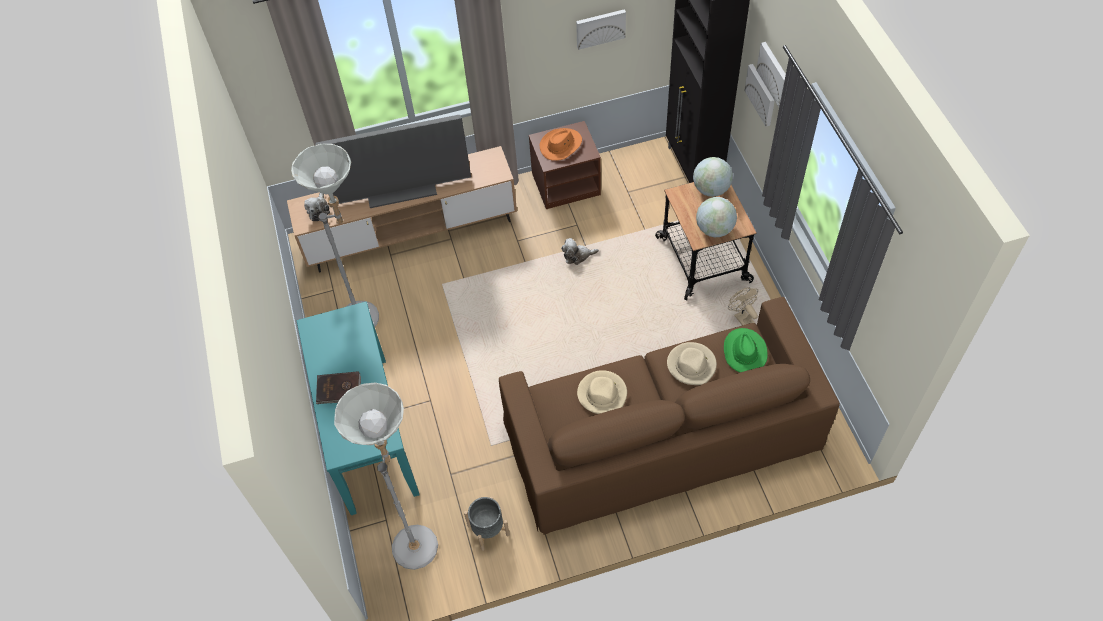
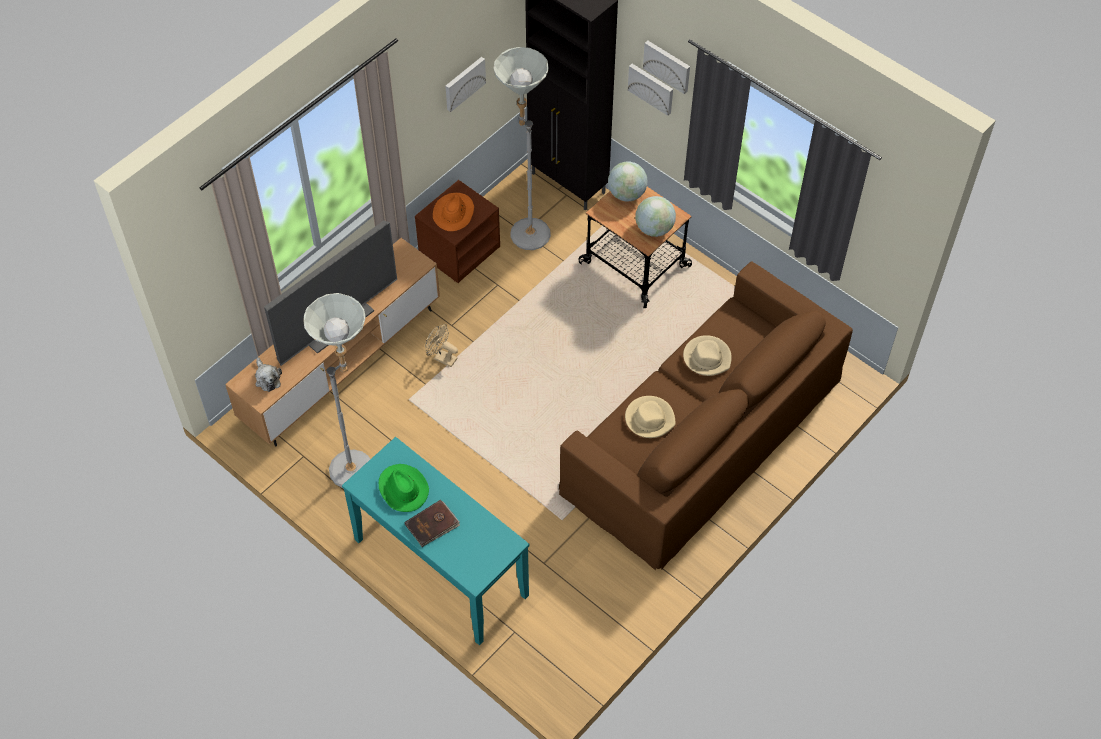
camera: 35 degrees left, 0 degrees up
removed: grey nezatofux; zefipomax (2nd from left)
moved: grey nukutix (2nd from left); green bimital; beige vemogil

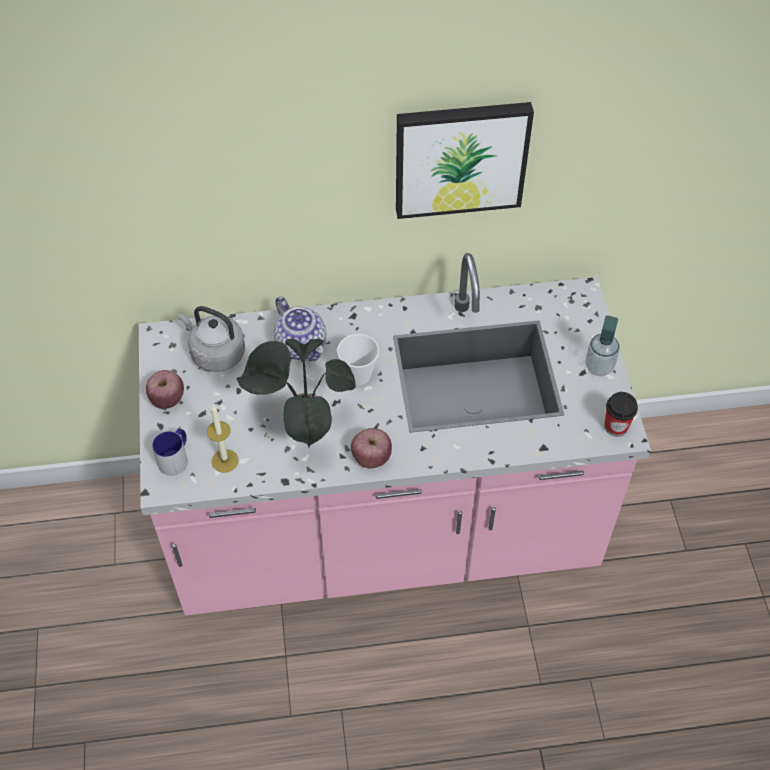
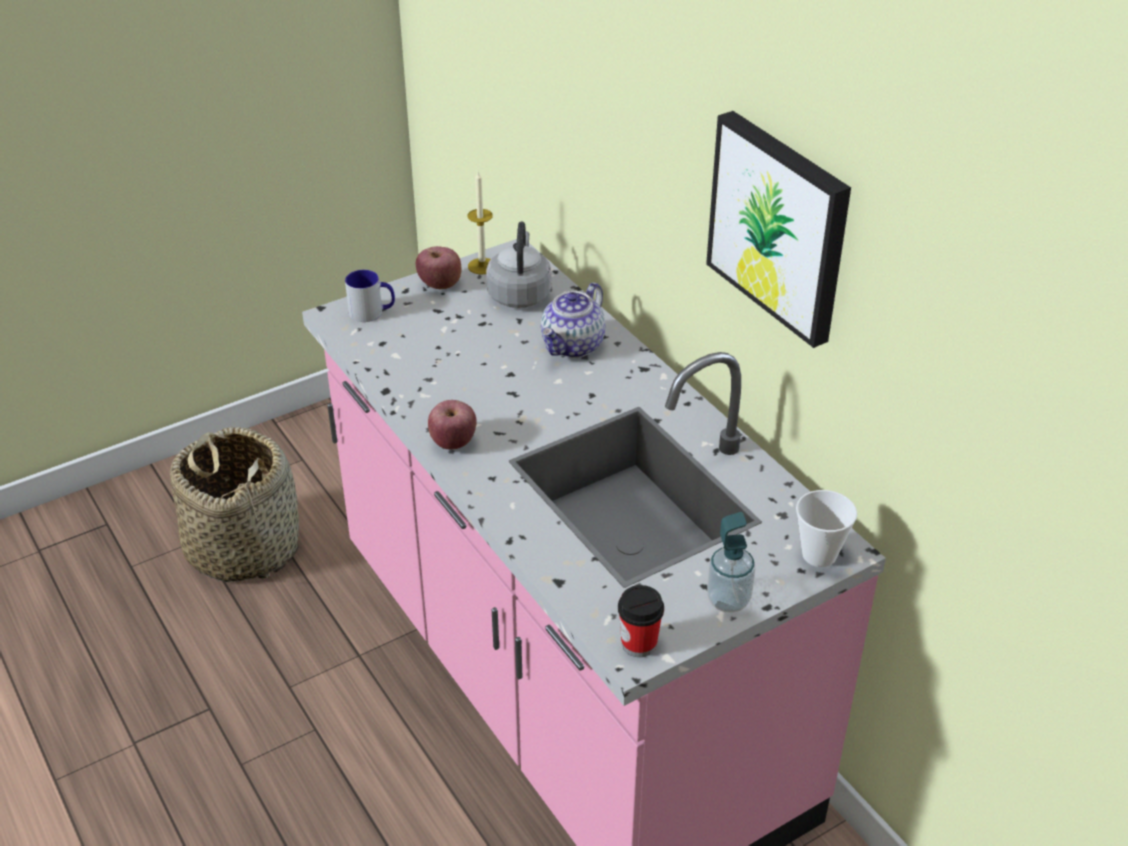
camera: 65 degrees right, 15 degrees down
removed: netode
added: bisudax
moved: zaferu; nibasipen (1st from left in the first image) to nibasipen (2nd from left)

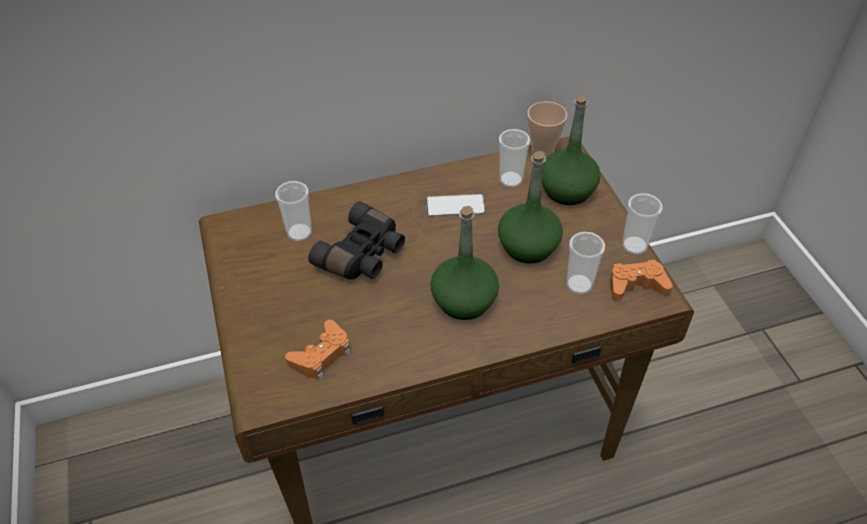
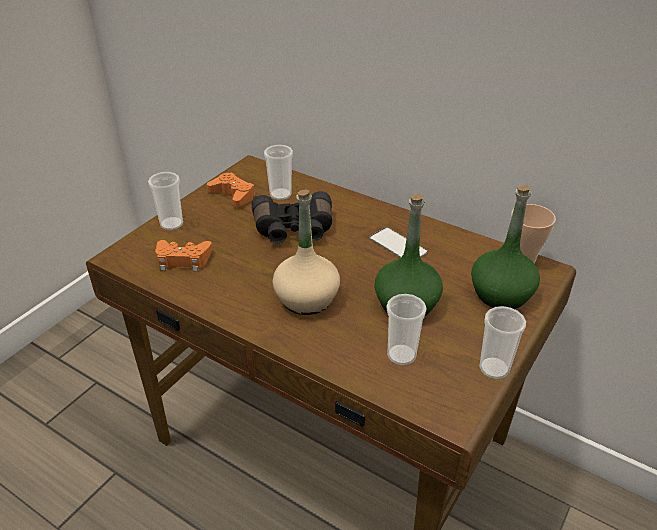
camera: 50 degrees right, 10 degrees down
moved: nibasipen (2nd from left in the first image) to nibasipen (1st from left); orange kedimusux (2nd from left)
recoloured: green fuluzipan (1st from left) to beige fuluzipan

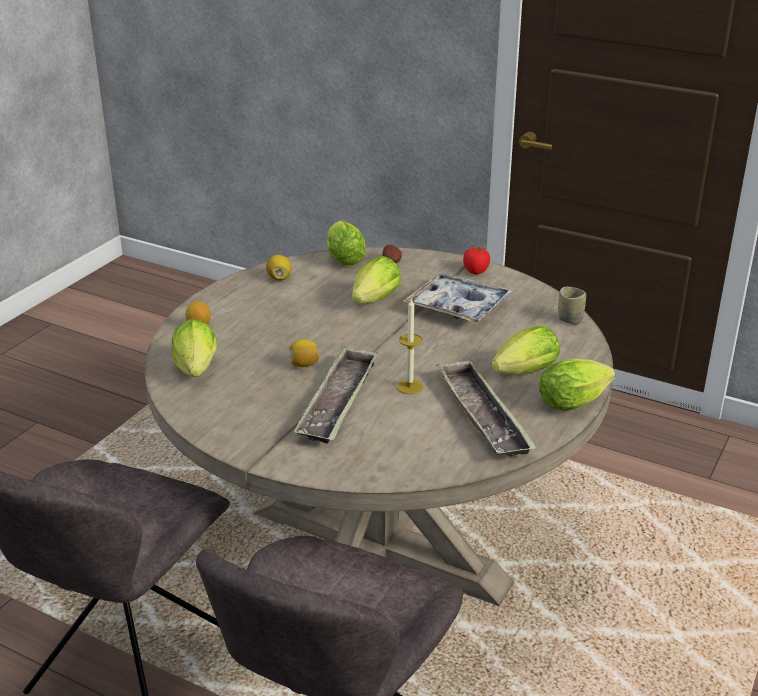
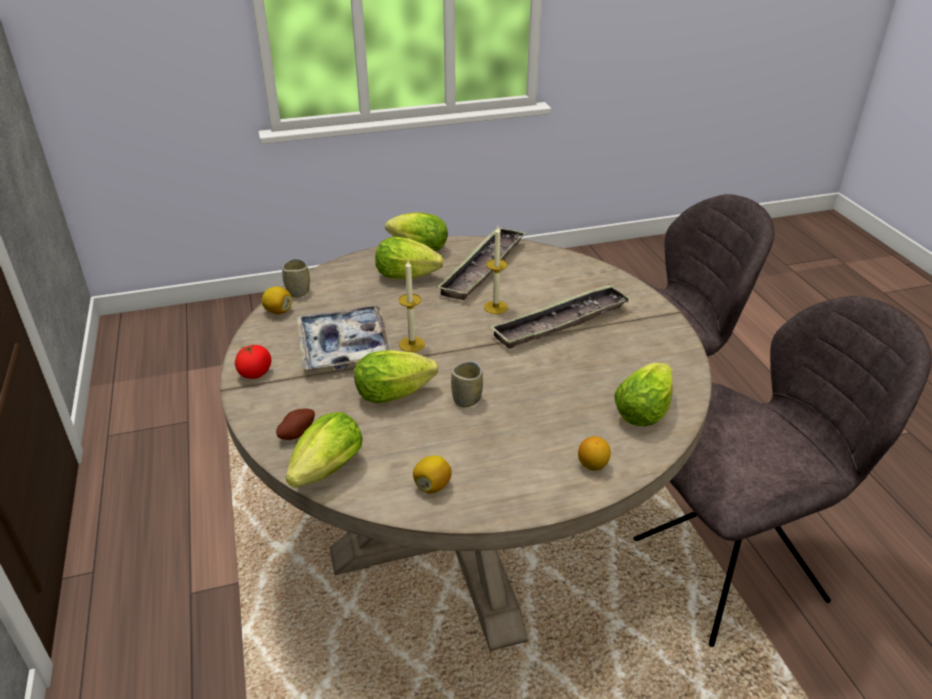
camera: 135 degrees left, 5 degrees up
added: zaferu (1st from left); nibasipen (2nd from left)
moved: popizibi (3rd from left in the first image) to popizibi (1st from left)

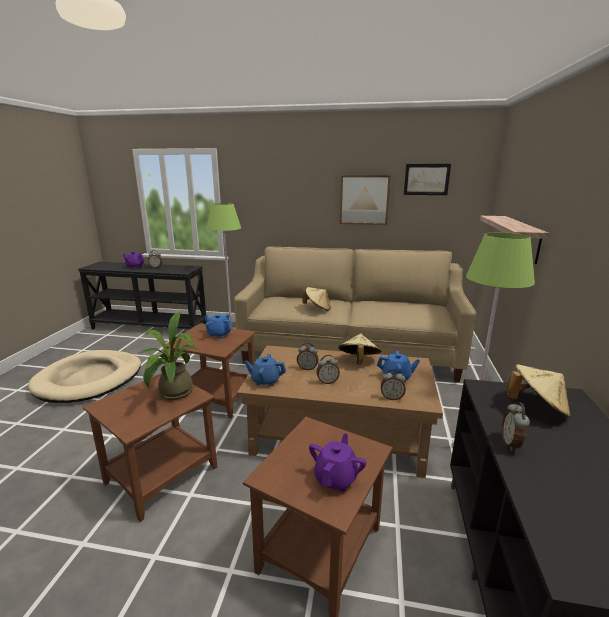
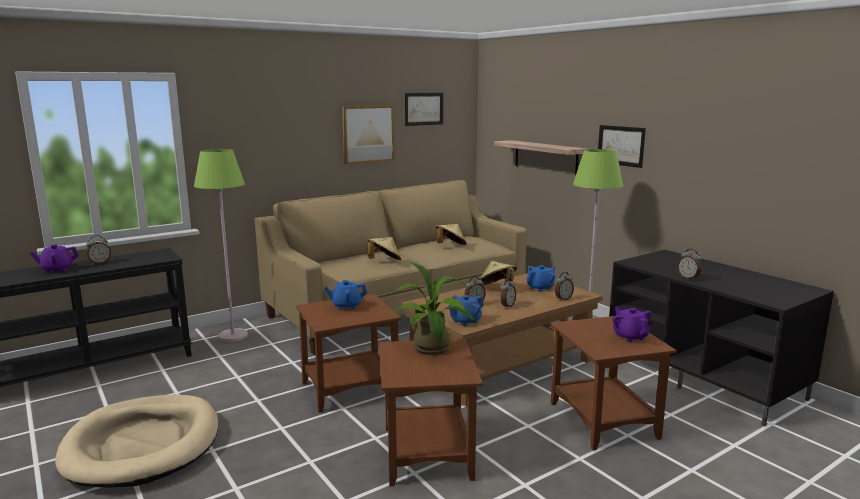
camera: 45 degrees left, 5 degrees down
added: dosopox (3rd from left)
moved: beige bimital (3rd from left in the first image) to beige bimital (2nd from left)

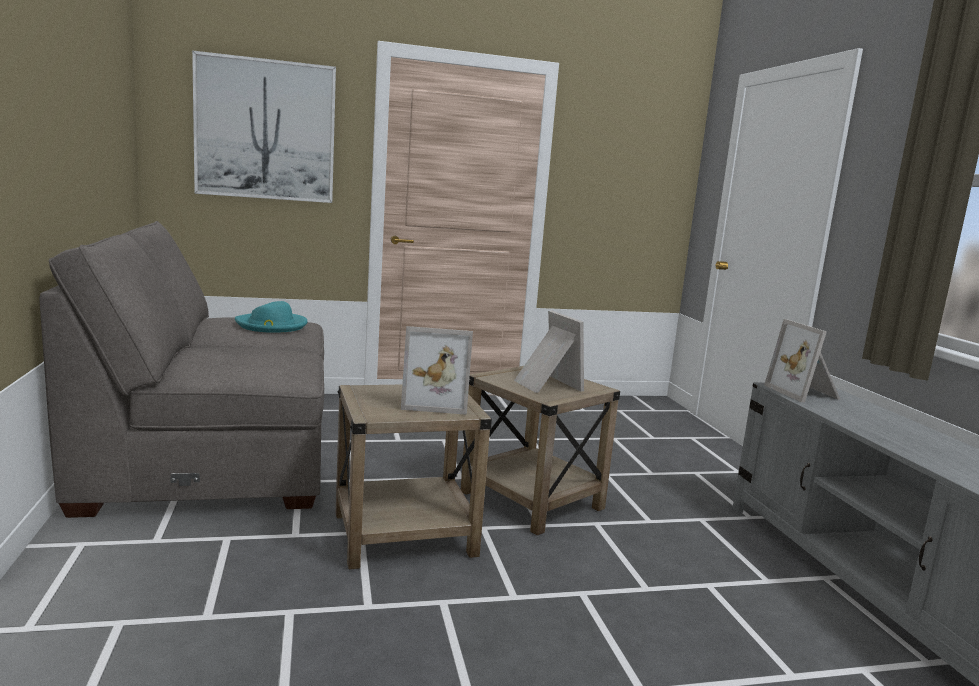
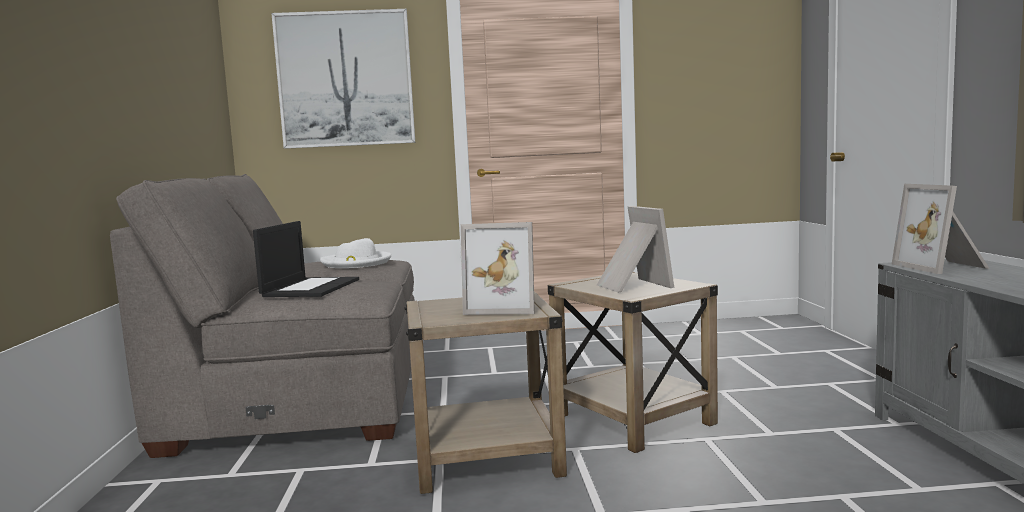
camera: 10 degrees right, 5 degrees down
added: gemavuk
recoloured: turquoise bimital to white bimital

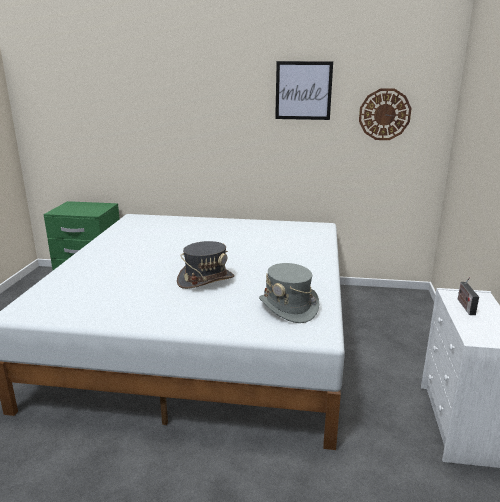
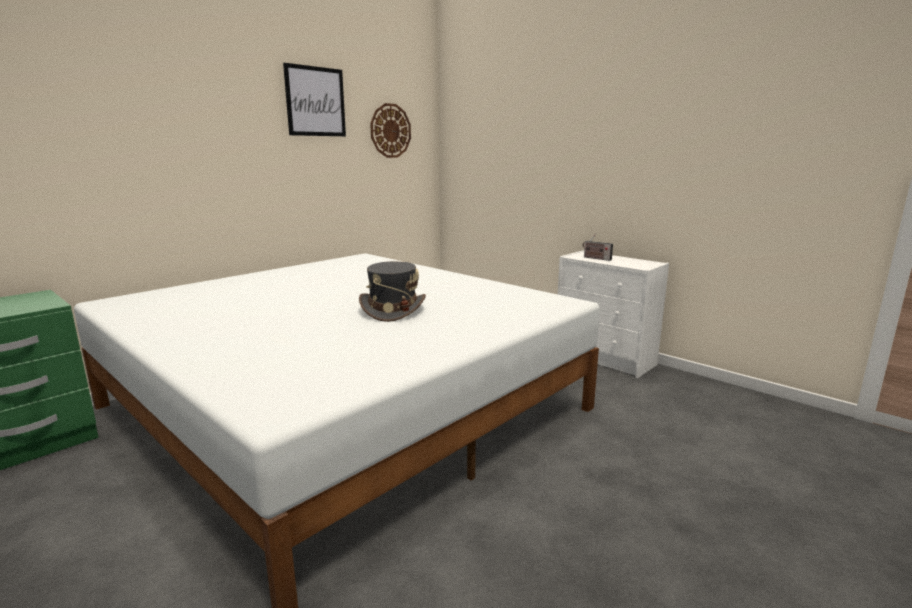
camera: 55 degrees left, 5 degrees down
removed: grey bimital (2nd from left)

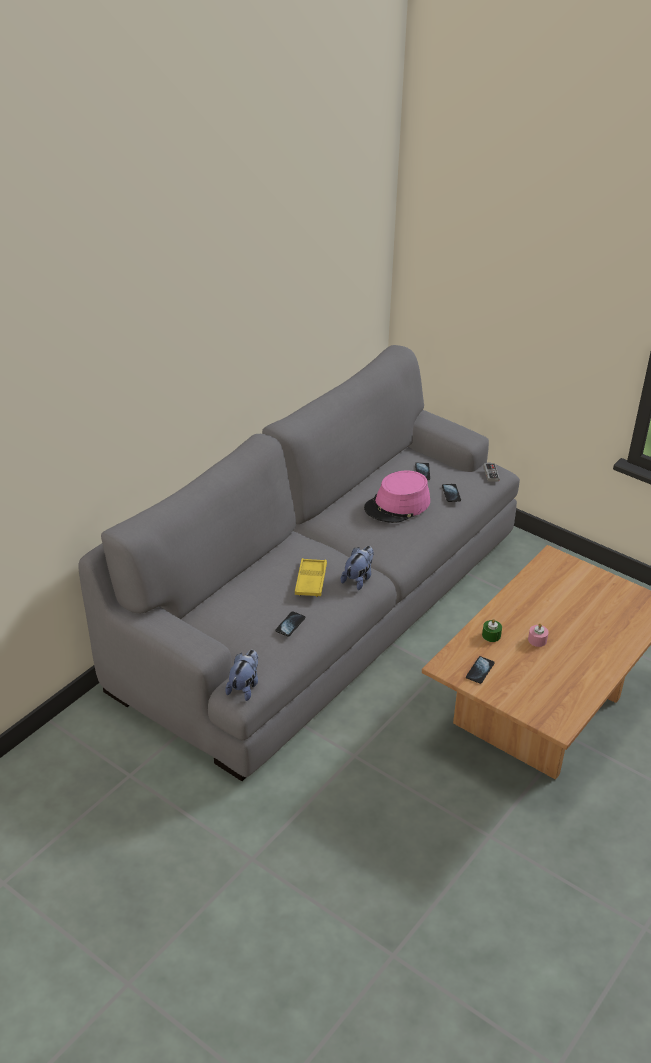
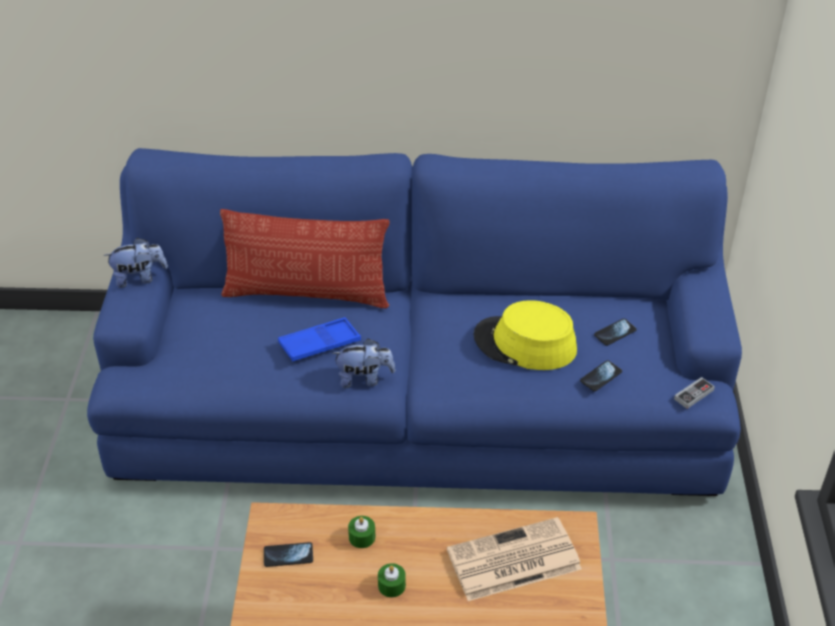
camera: 55 degrees right, 5 degrees up
removed: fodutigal (1st from left)
added: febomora; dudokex
moved: zefipomax (1st from left)
recoloured: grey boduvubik to blue boduvubik; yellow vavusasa to blue vavusasa; pink bimital to yellow bimital; pink zaferu to green zaferu (2nd from left)

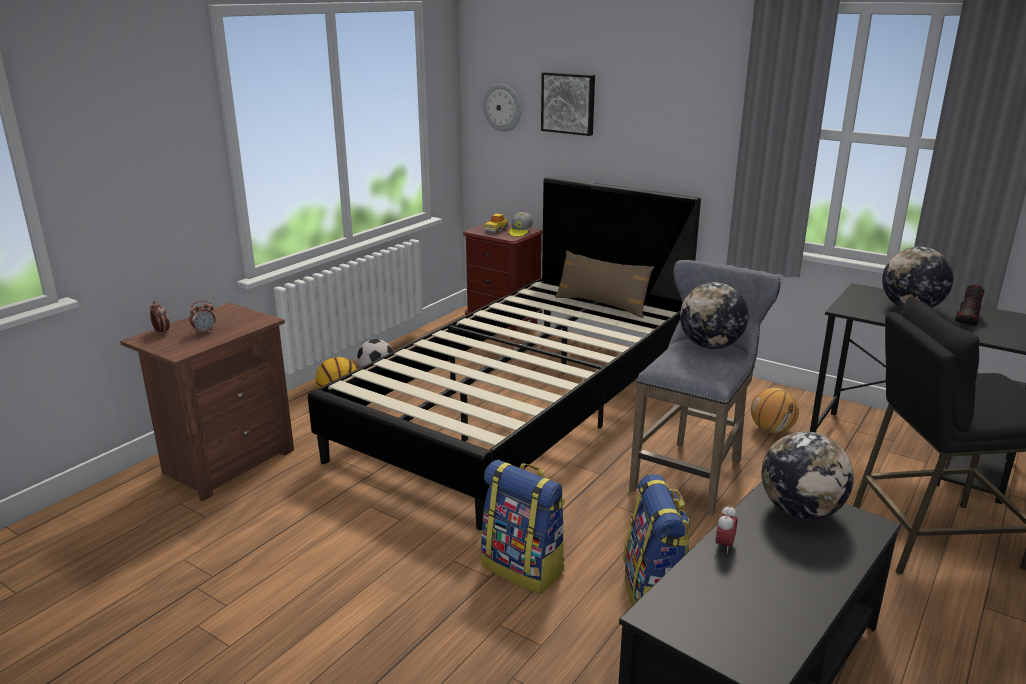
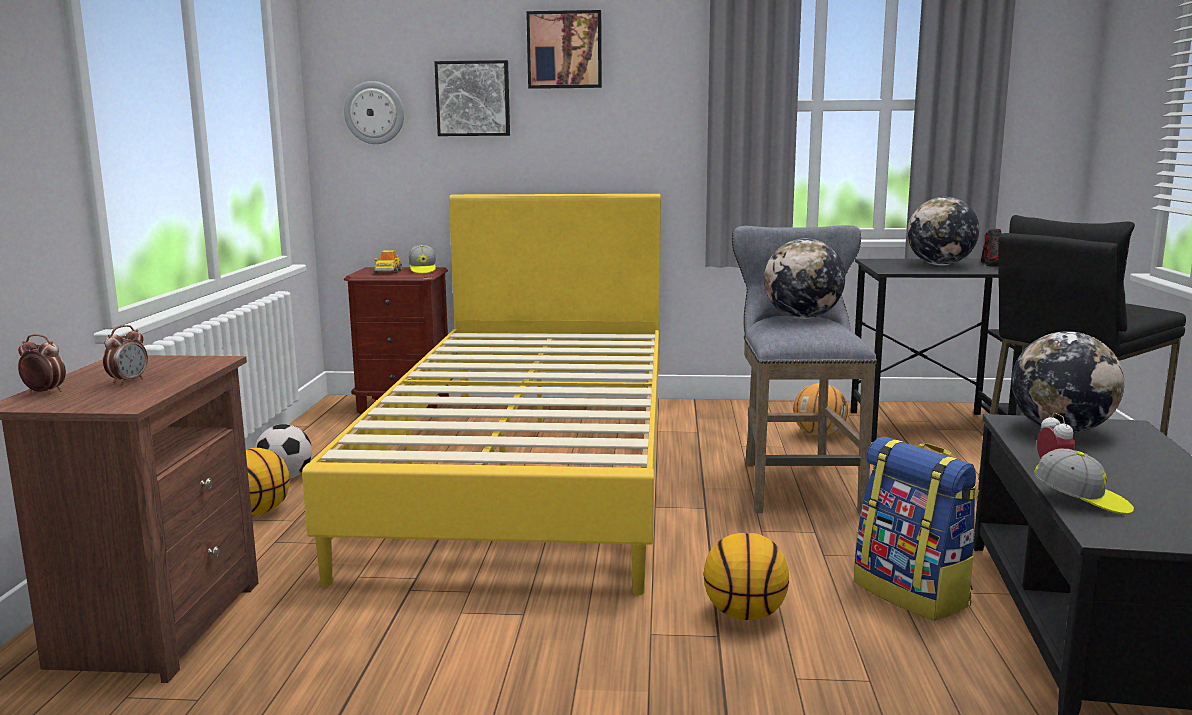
camera: 30 degrees left, 10 degrees down
removed: brown febomora
added: dosopox (2nd from left); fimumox (2nd from left)
replaced: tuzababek (1st from left) to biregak (2nd from left)
recoloured: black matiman to yellow matiman

